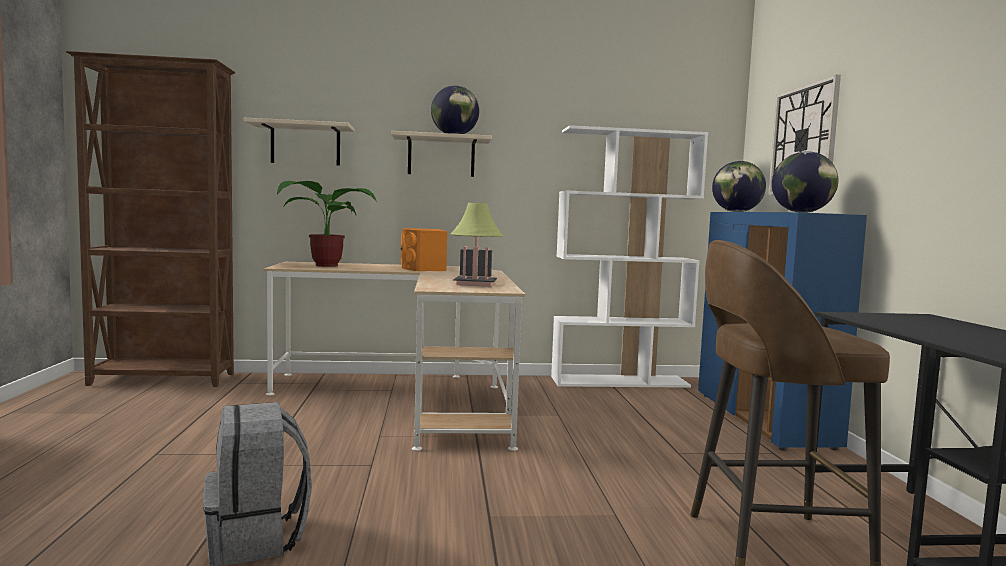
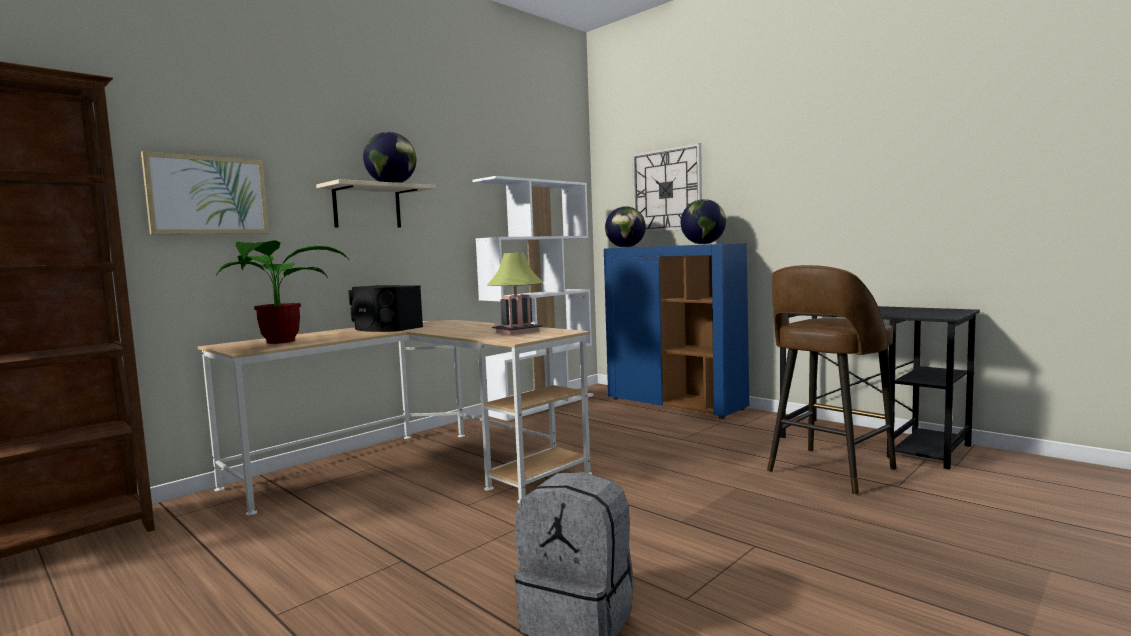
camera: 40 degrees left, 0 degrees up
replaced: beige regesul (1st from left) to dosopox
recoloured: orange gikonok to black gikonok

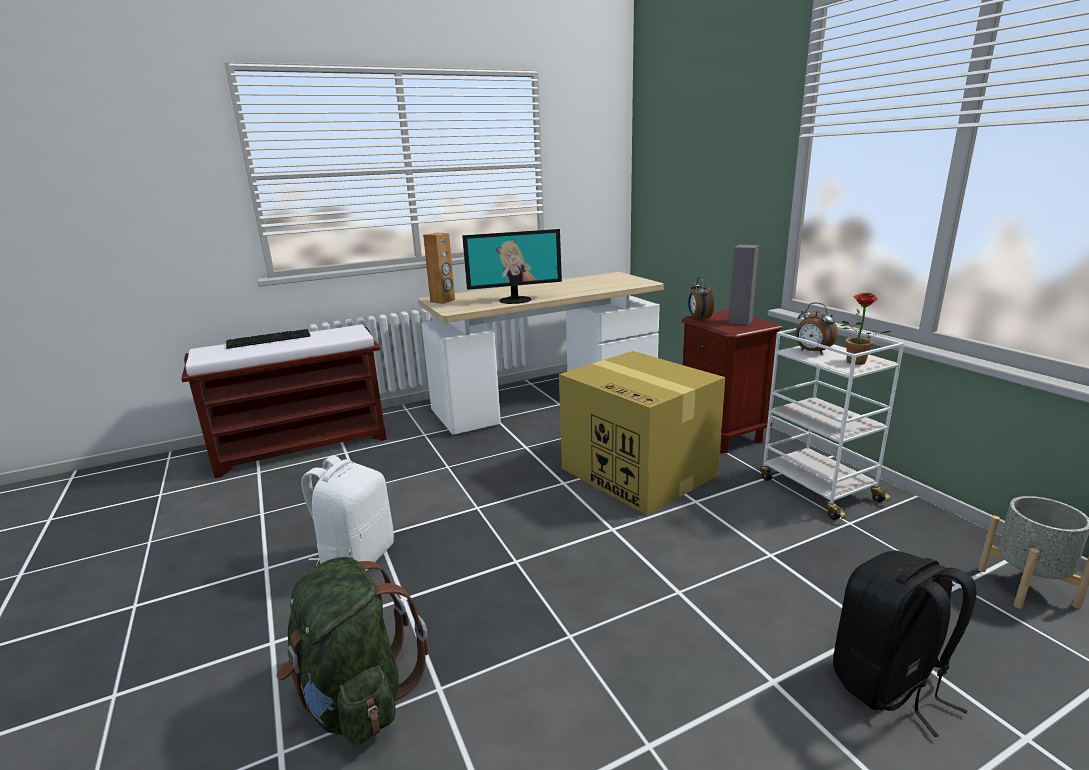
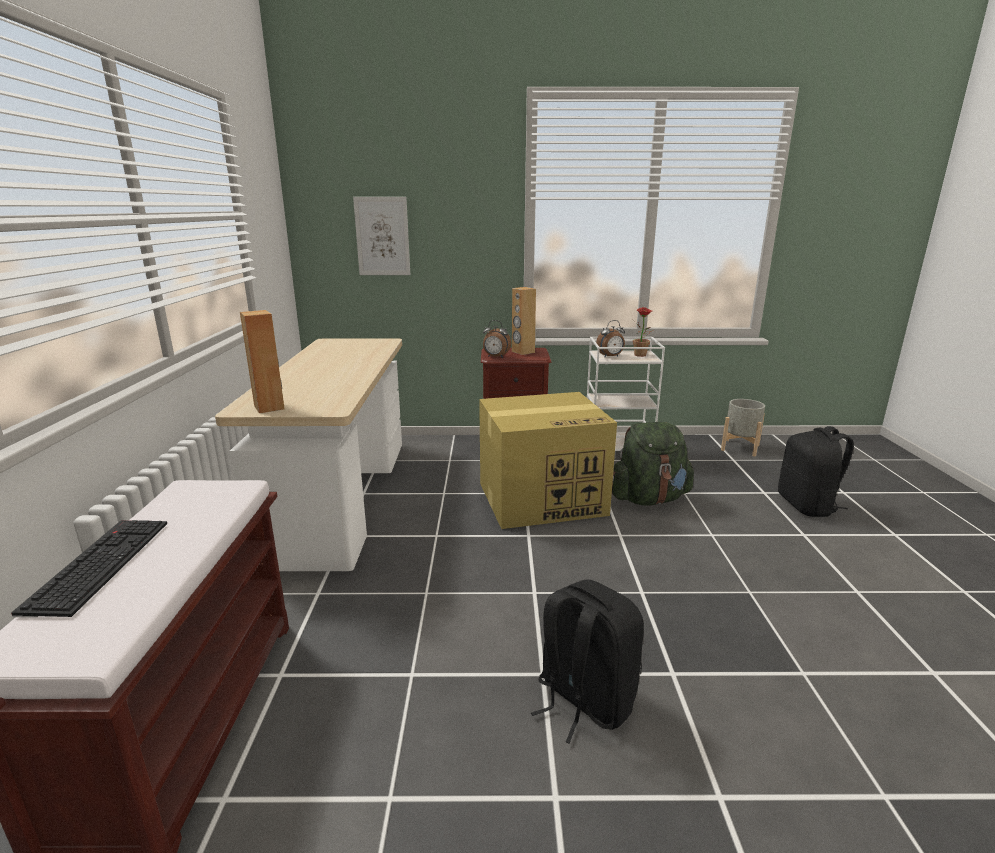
camera: 65 degrees left, 0 degrees up
removed: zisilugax
added: dosopox
moved: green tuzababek
recoloured: white tuzababek to black tuzababek (1st from left); grey gikonok to brown gikonok (2nd from left)

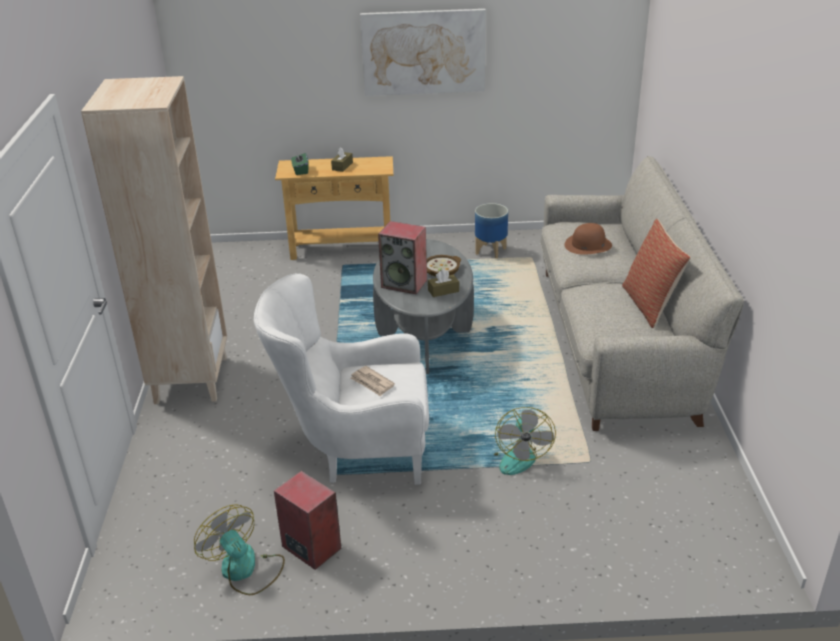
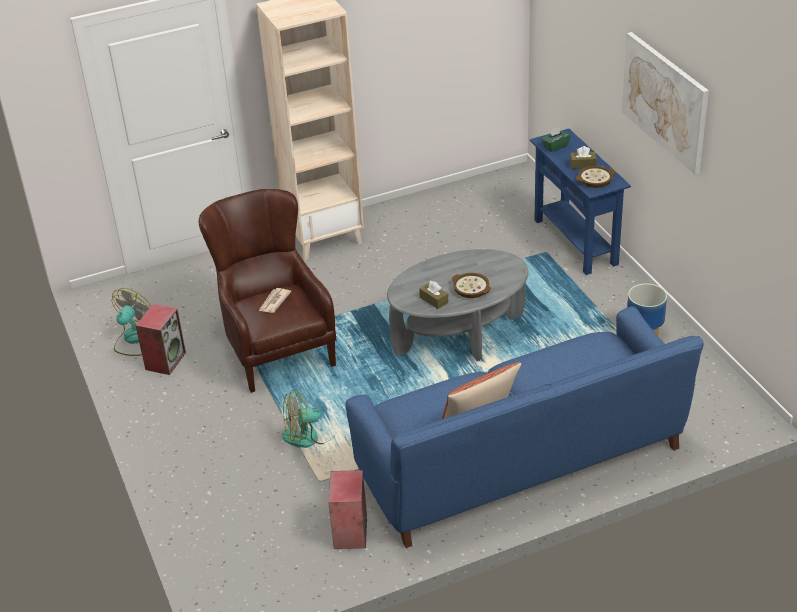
camera: 70 degrees right, 5 degrees up
removed: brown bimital
added: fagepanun (2nd from left)
moved: gikonok (2nd from left)
recoloured: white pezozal to brown pezozal; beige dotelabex to blue dotelabex; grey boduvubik to blue boduvubik

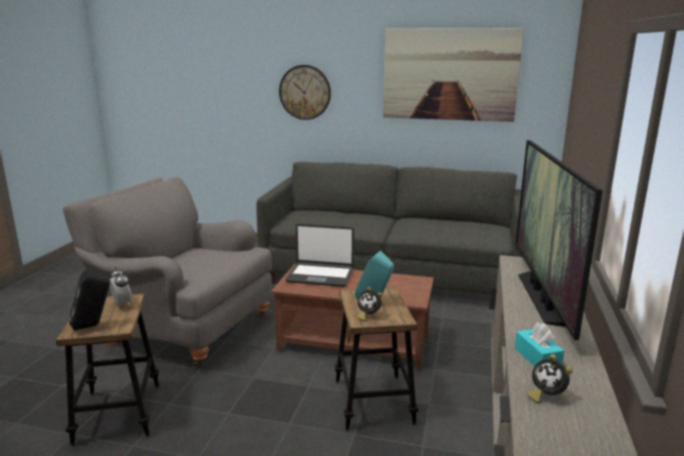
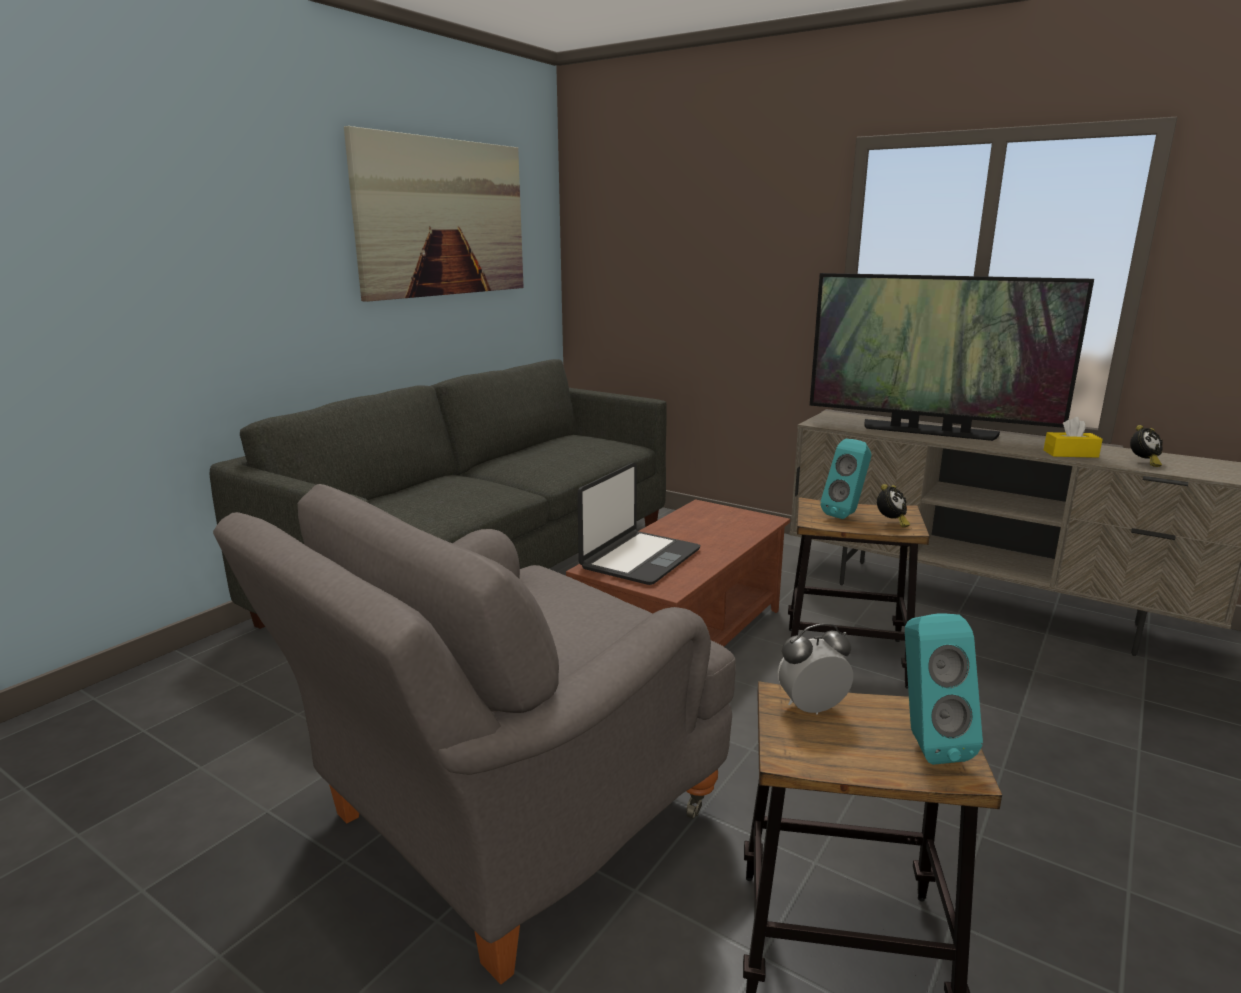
camera: 70 degrees left, 0 degrees up
removed: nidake
recoloured: black gikonok to turquoise gikonok (2nd from left); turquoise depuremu to yellow depuremu

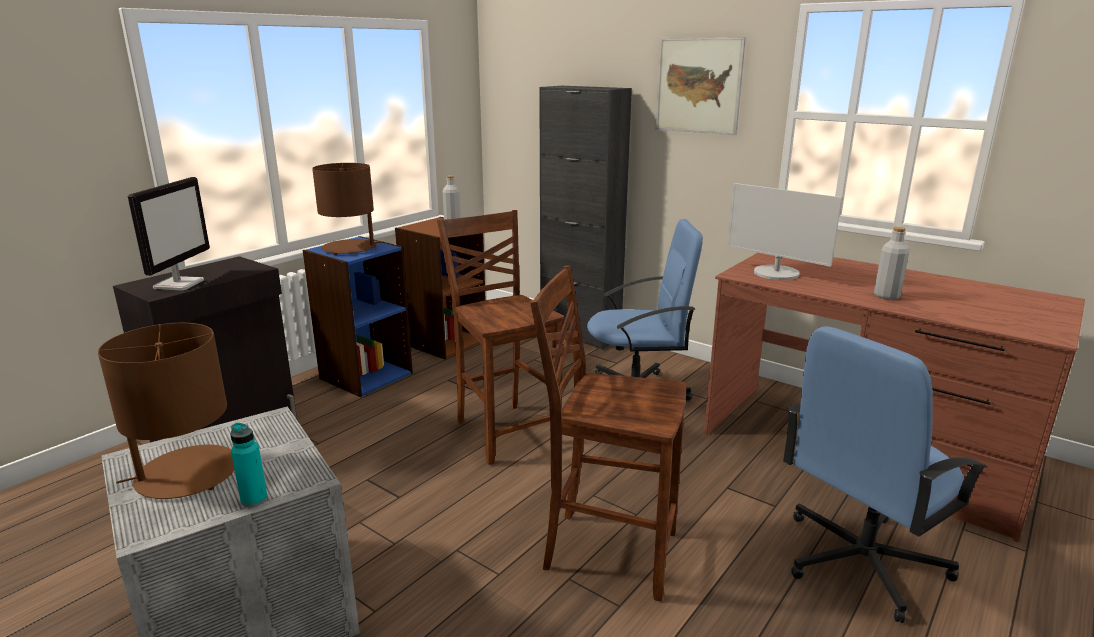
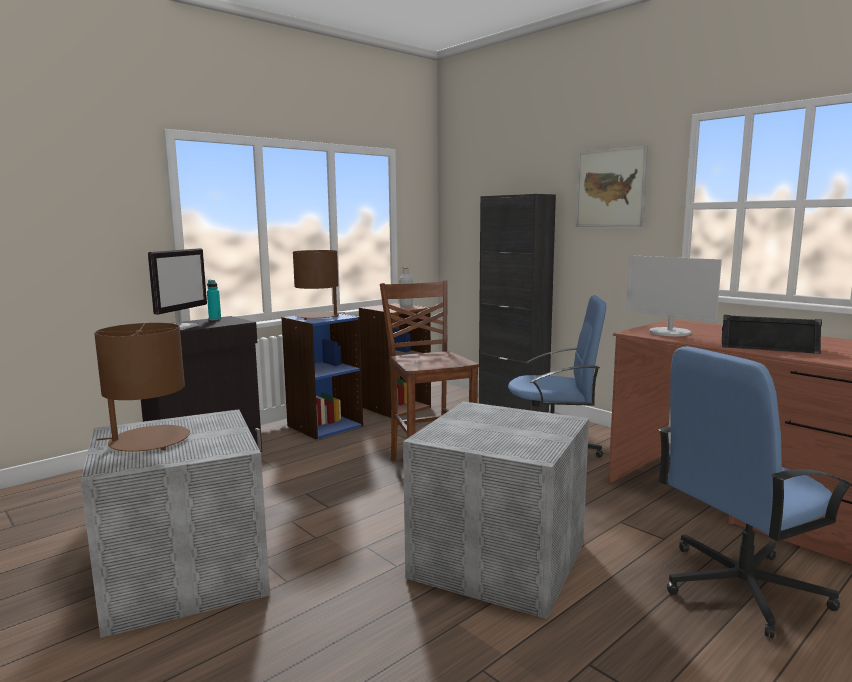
camera: 10 degrees right, 10 degrees down
moved: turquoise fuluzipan
replaced: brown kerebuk (2nd from left) to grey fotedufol (2nd from left); grey fuluzipan (2nd from left) to black gikonok

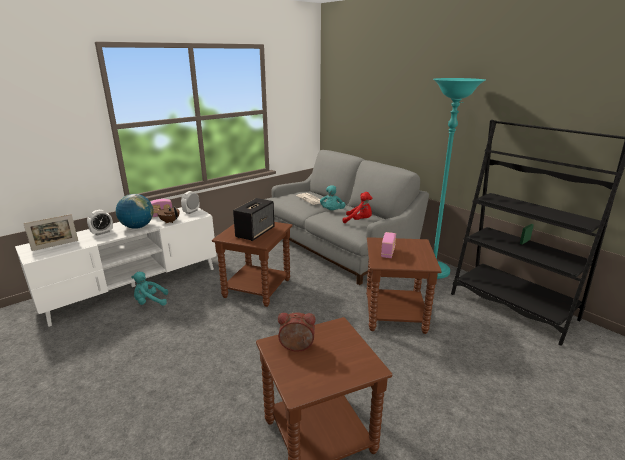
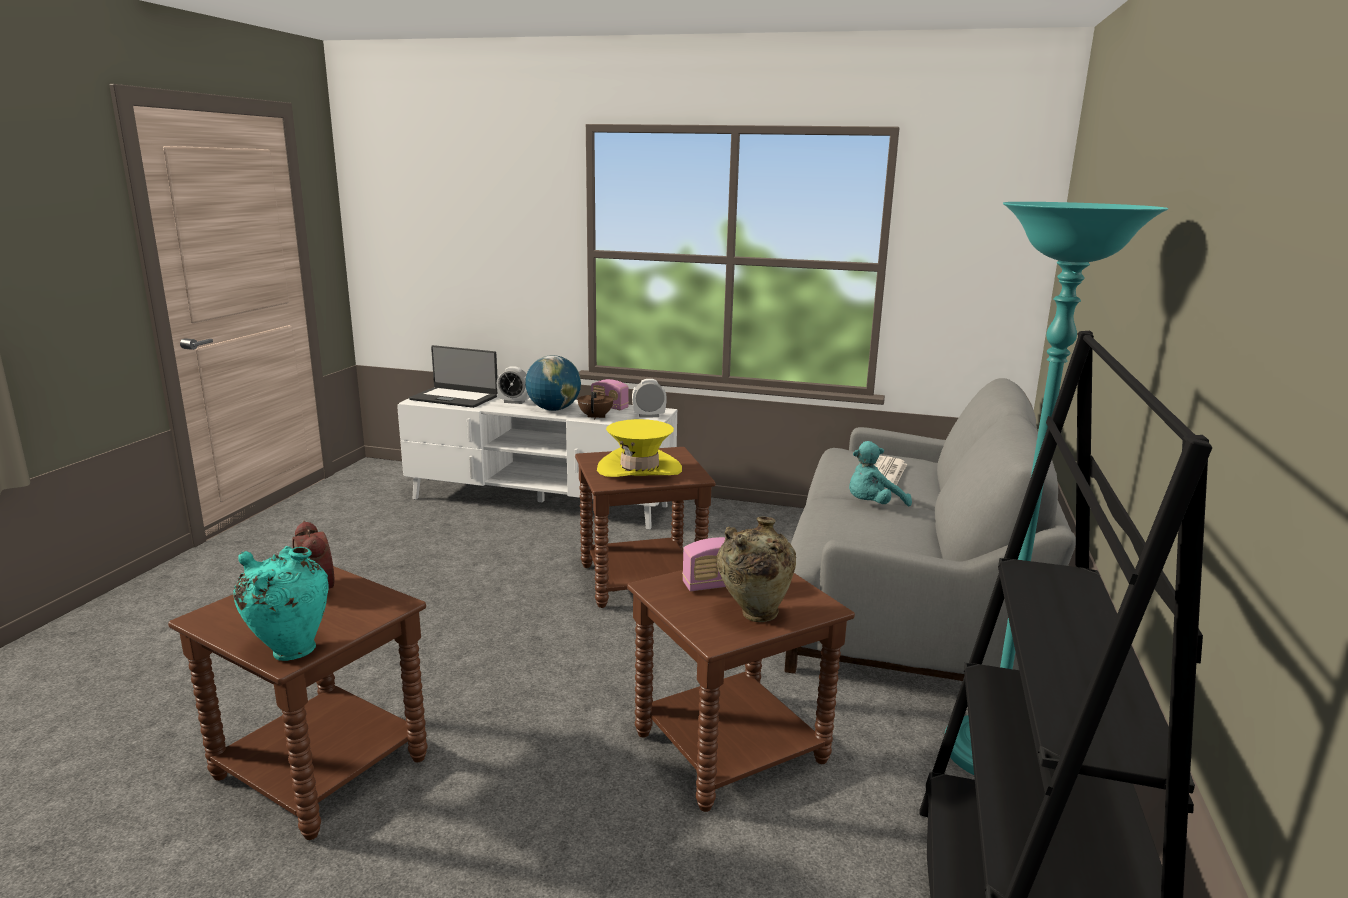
camera: 55 degrees right, 5 degrees down
removed: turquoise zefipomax (1st from left); red zefipomax
added: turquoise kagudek; beige kagudek
replaced: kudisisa to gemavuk; gikonok to yellow bimital

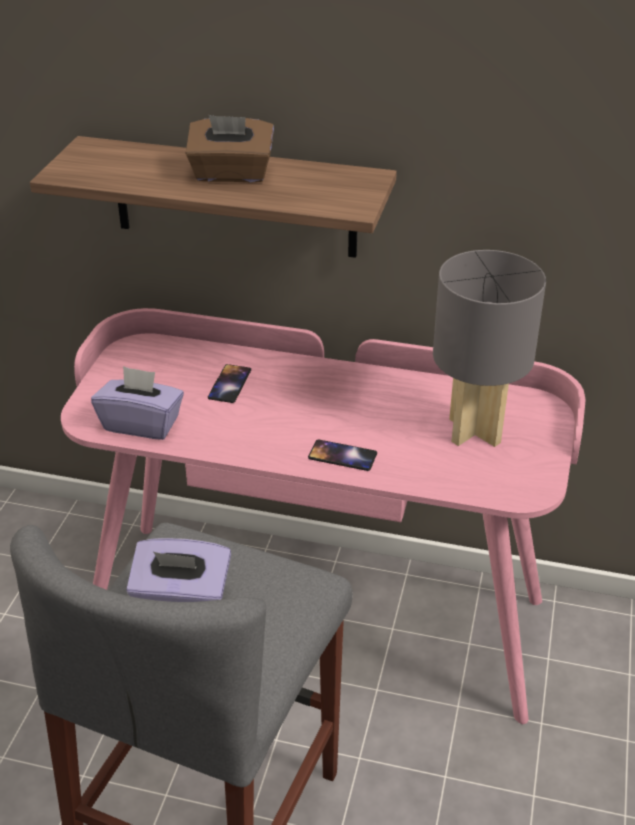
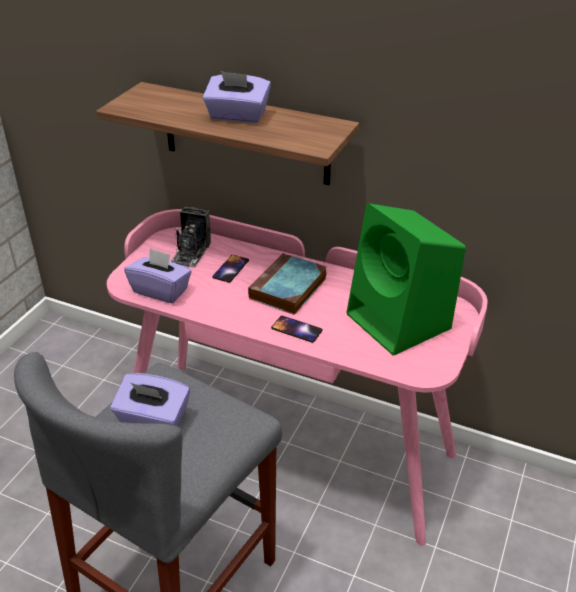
camera: 10 degrees right, 0 degrees up
added: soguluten; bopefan
replaced: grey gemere to green gikonok
recoloured: brown depuremu to purple depuremu (3rd from left)

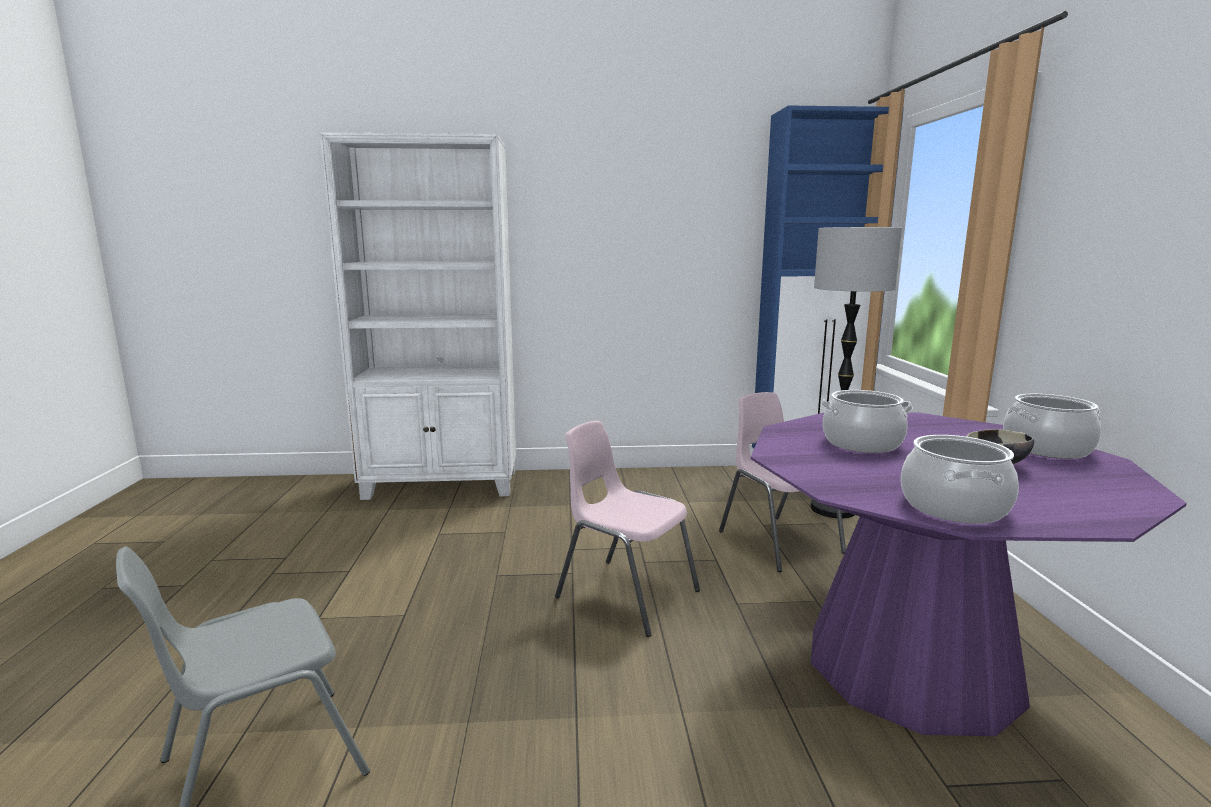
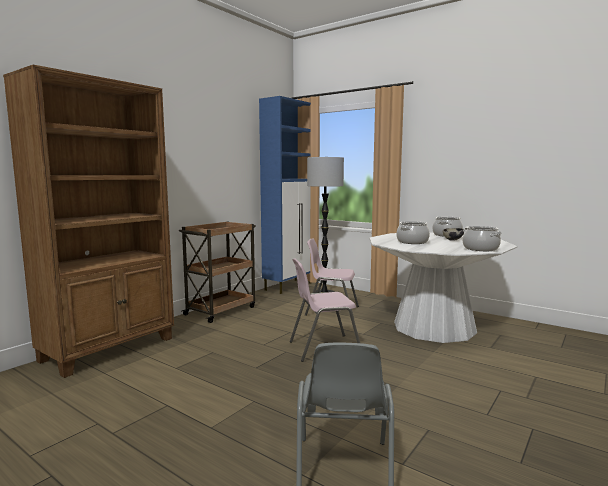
camera: 50 degrees left, 5 degrees down
added: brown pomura
recoloured: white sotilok to brown sotilok; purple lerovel to white lerovel

